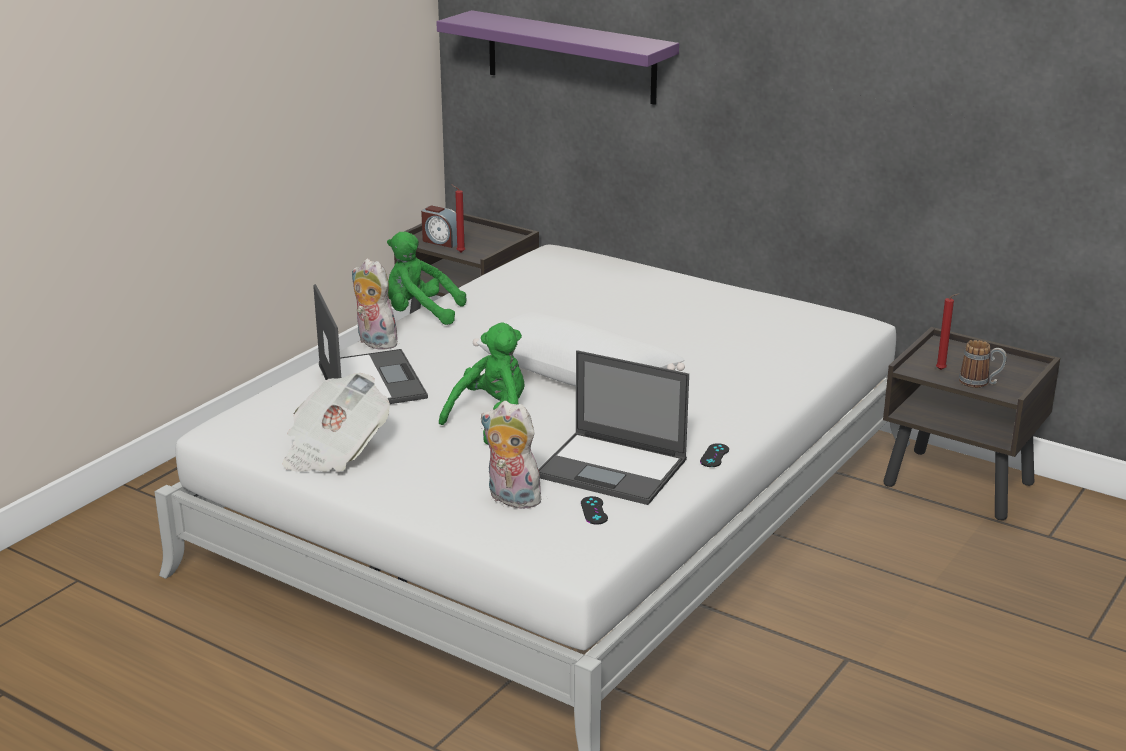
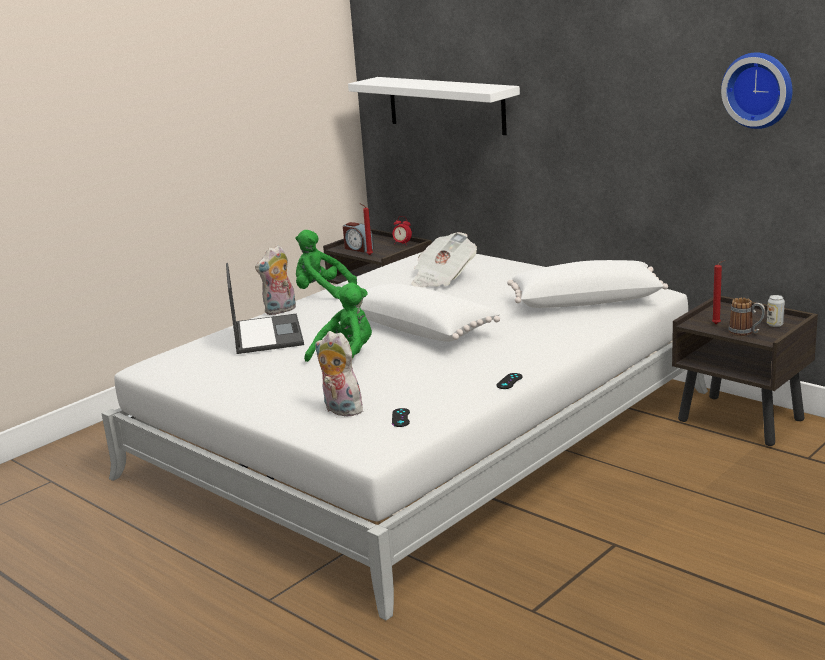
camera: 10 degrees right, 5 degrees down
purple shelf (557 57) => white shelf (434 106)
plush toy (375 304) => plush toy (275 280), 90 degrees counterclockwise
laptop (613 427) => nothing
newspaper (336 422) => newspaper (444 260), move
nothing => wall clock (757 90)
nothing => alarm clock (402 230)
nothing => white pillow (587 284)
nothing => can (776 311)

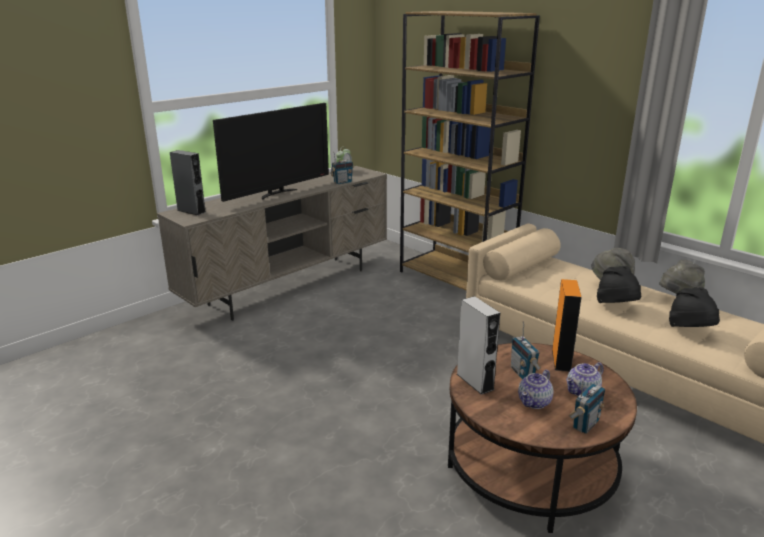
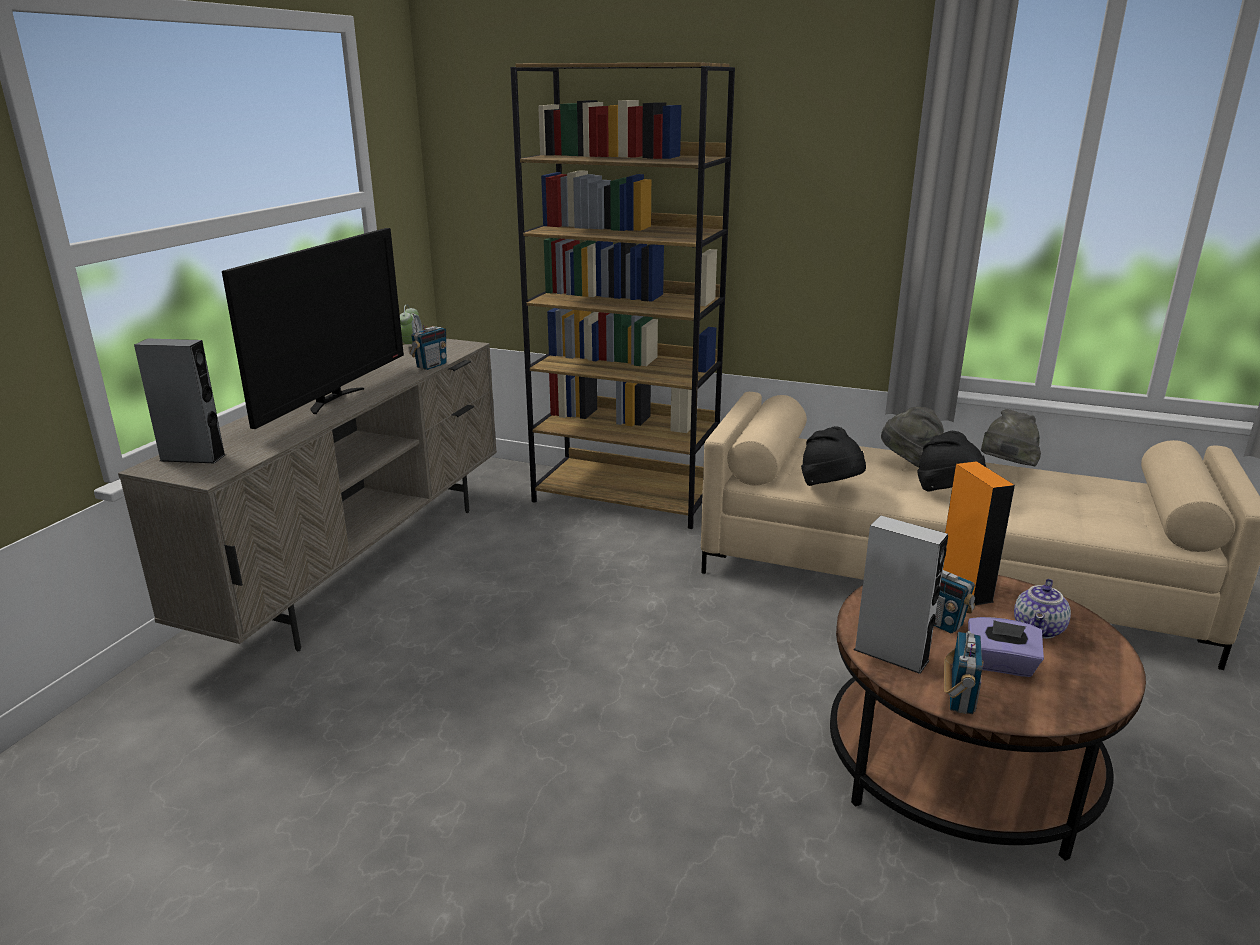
camera: 25 degrees left, 0 degrees up
black hat (694 307) => black hat (833 456), move
teapot (536 389) => purple tissue box (1006 647)
radio (587 407) => radio (964 672), move

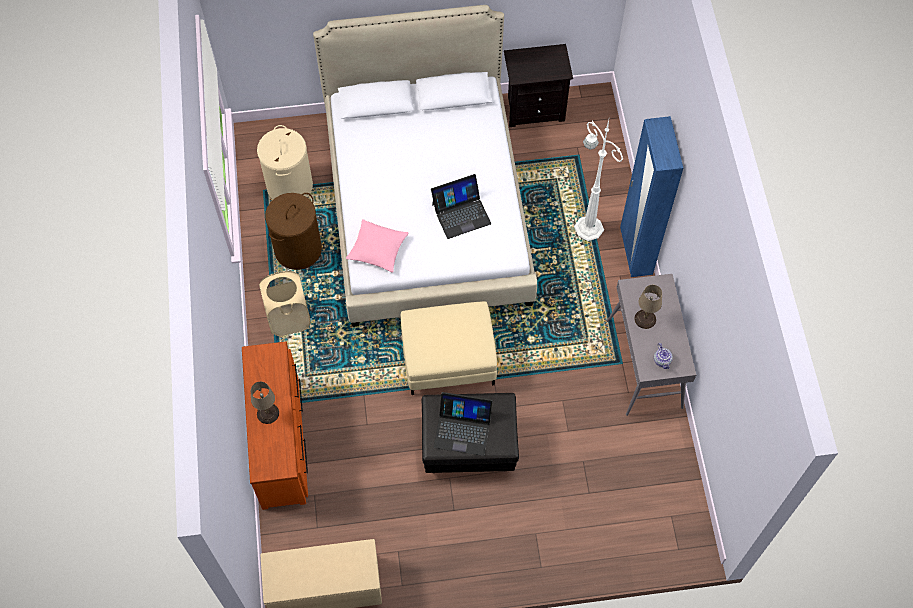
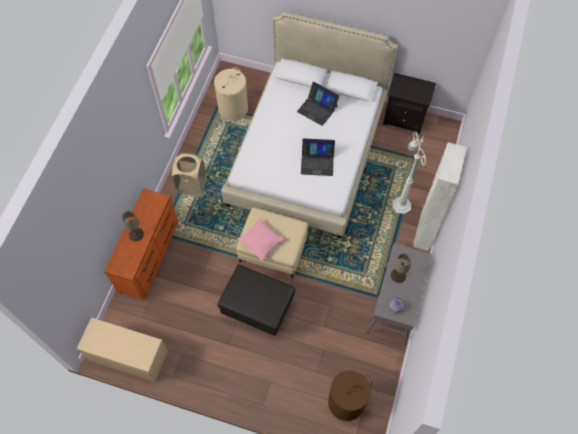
camera: 25 degrees right, 0 degrees up
blue wardrobe (651 196) => white wardrobe (440 197)
brown laundry basket (293 231) => brown laundry basket (350 395), move
pink pillow (377 246) => pink pillow (261 239), move
laptop (463 424) => laptop (318 104), move

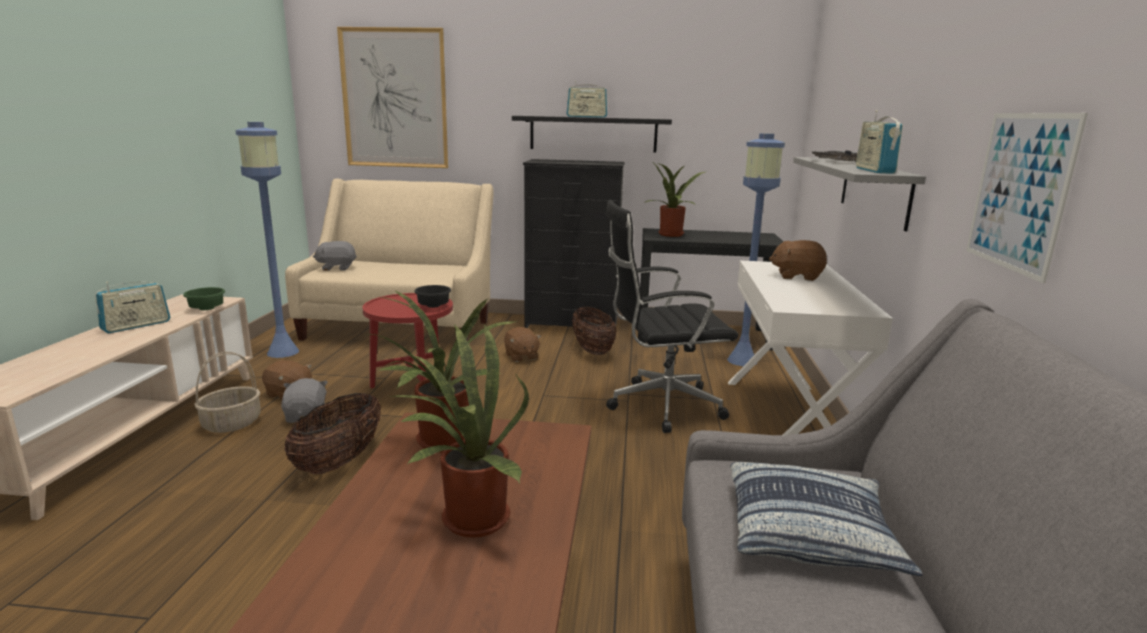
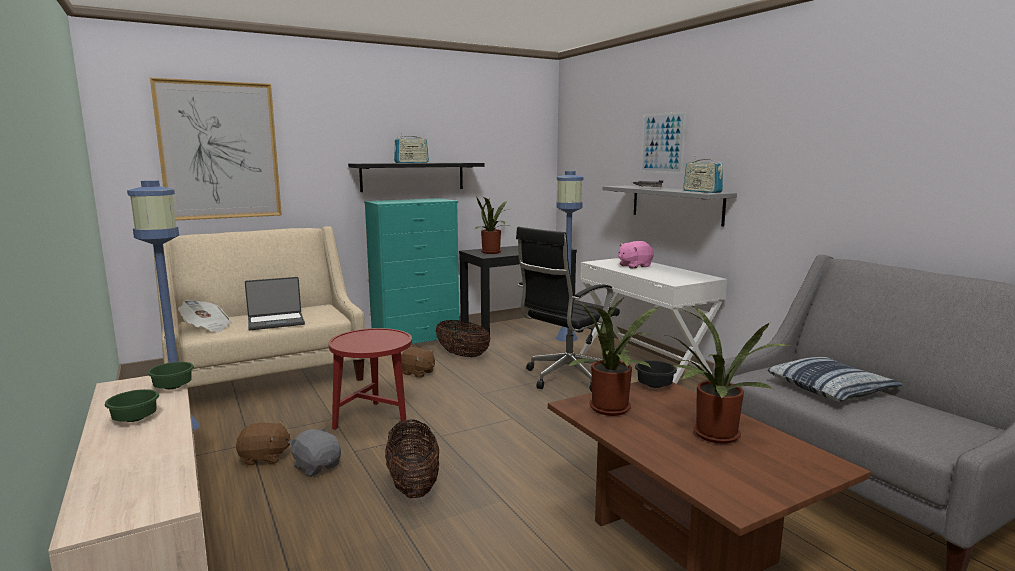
camera: 35 degrees left, 5 degrees down
picture (1027 198) => picture (663 142), move
black dresser (574 243) => turquoise dresser (412 271)
brown plush toy (798 260) => pink plush toy (636 255)
grey plush toy (335 256) => newspaper (205 316)
radio (132 307) => green bowl (132 405)
black bowl (432 296) => black bowl (656 374), move
basket (227 392) => nothing
nothing => laptop (275 303)

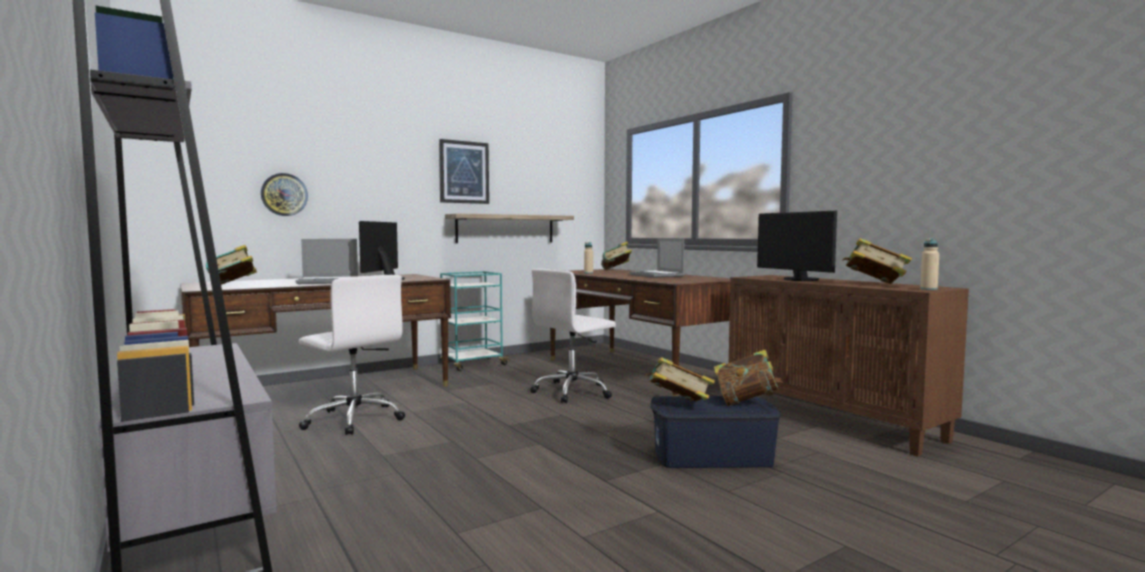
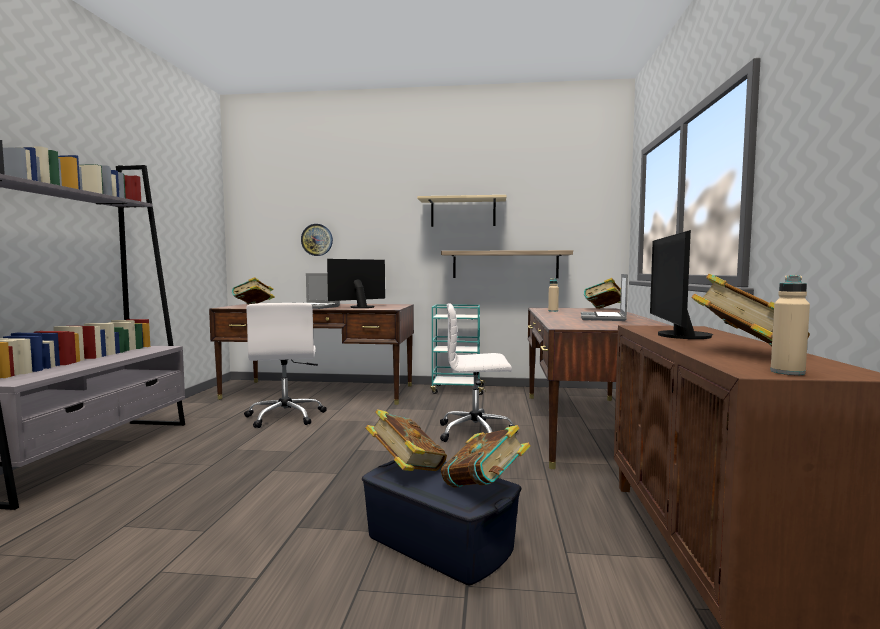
camera: 40 degrees right, 0 degrees up
picture (464 171) => beige shelf (461 211)

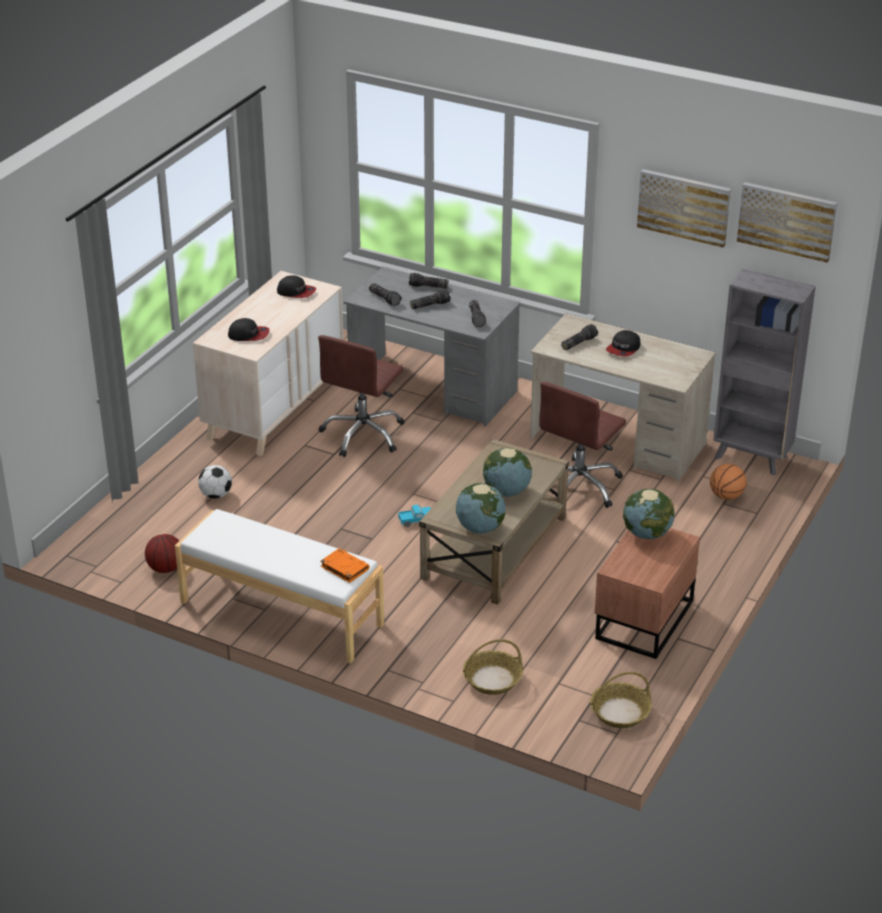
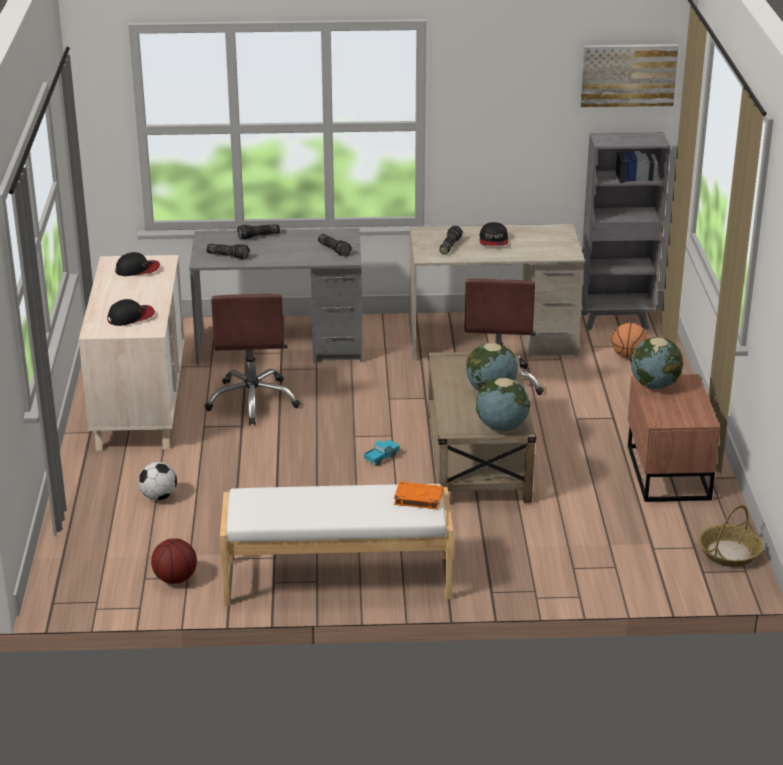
camera: 30 degrees left, 5 degrees down
picture (684 208) => nothing
flashlight (430 299) => nothing
basket (493 667) => nothing

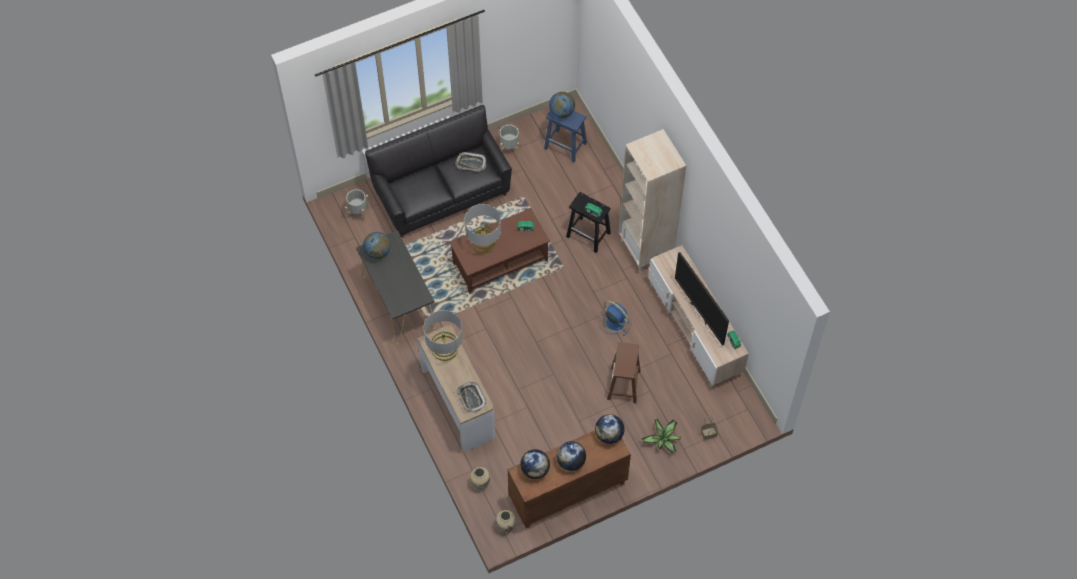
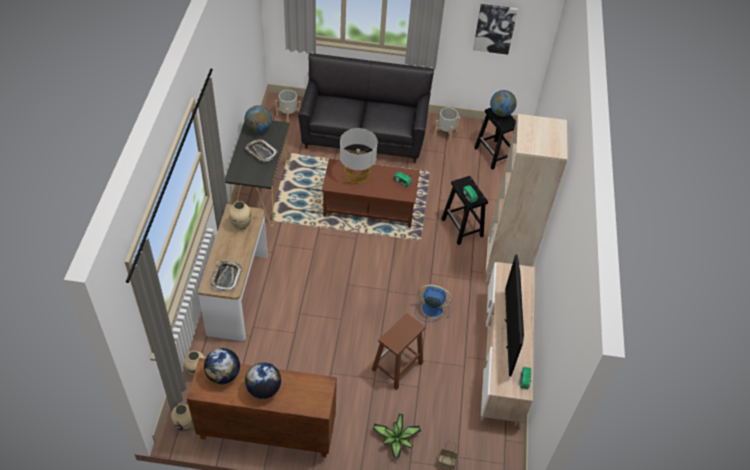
camera: 30 degrees right, 10 degrees down
blue stool (565 137) => black stool (495 139)
tray (471 162) => tray (261 150), move
blue fan (615 318) => blue fan (433 303), 60 degrees counterclockwise
grey table lamp (443 335) => beige vase (240 215)
globe (610 429) => nothing
nothing => picture (495 29)

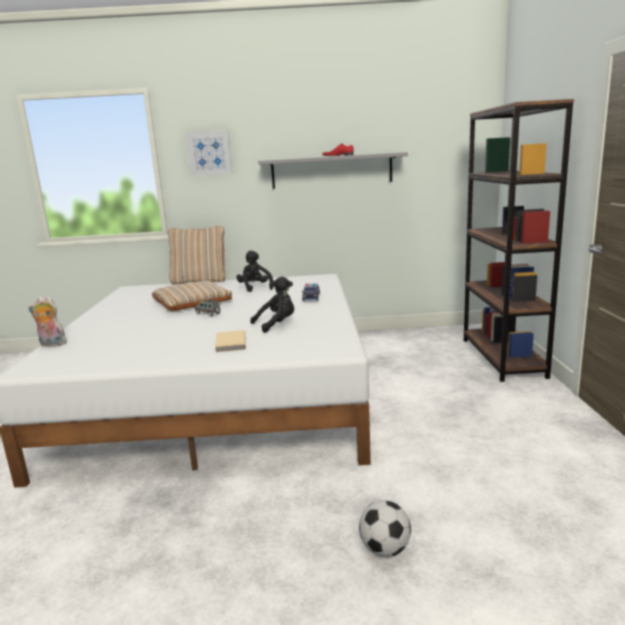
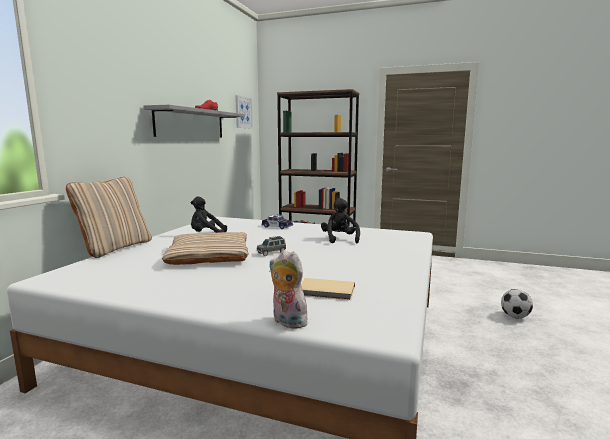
camera: 70 degrees left, 5 degrees down
picture (209 153) => picture (244 112), move
plush toy (47 321) => plush toy (288 289), 105 degrees clockwise
beige book (230 341) => beige book (328 289), move

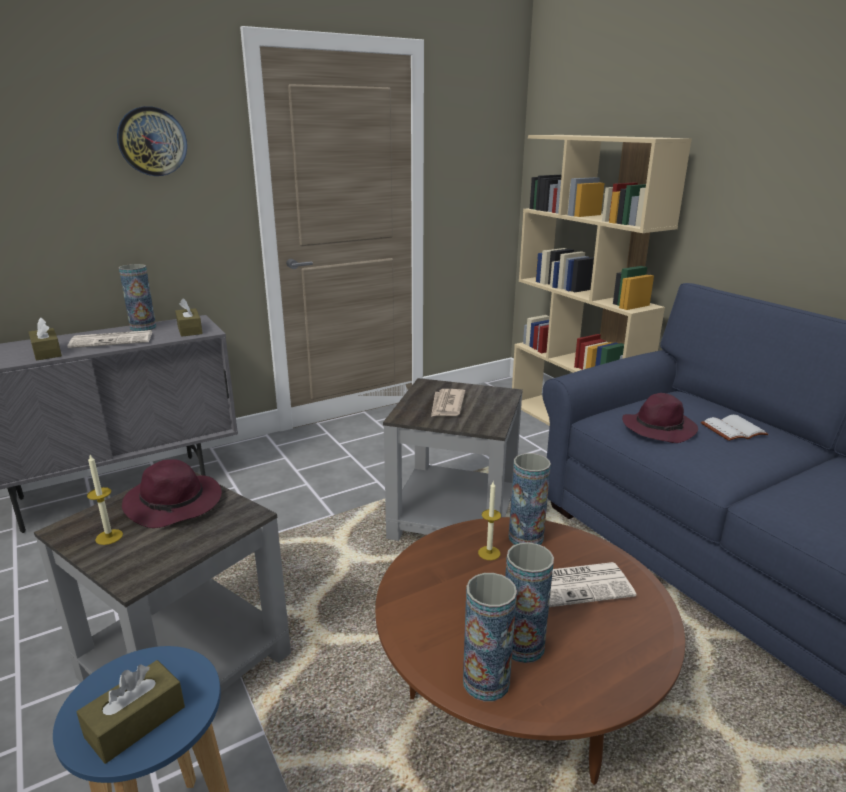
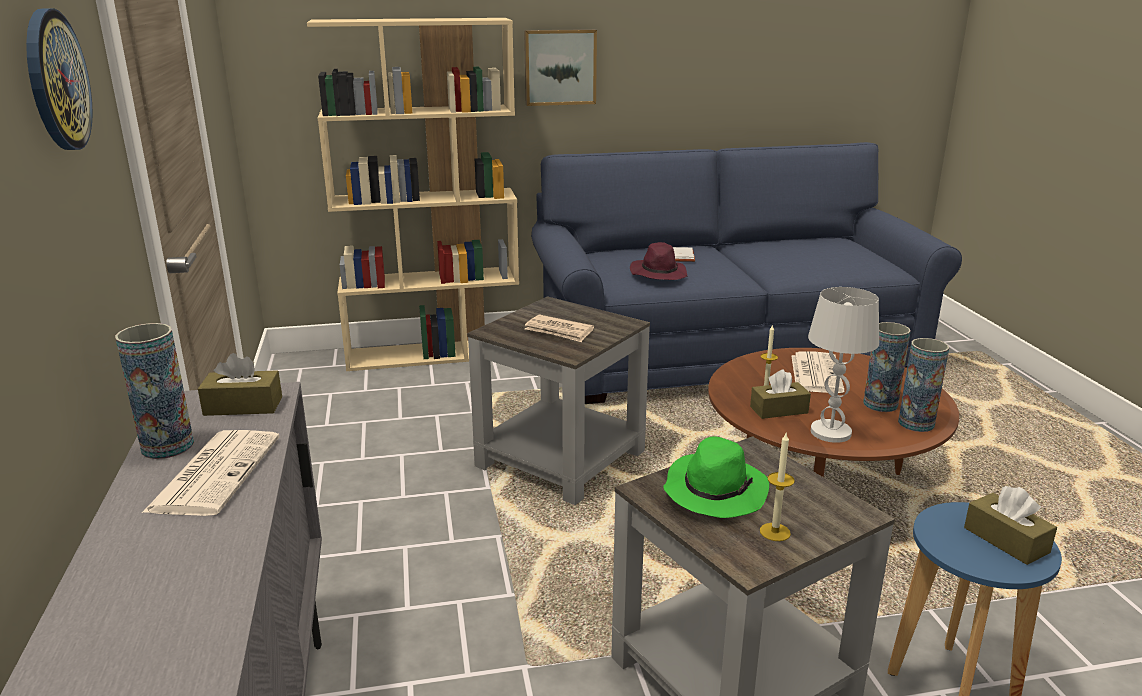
camera: 70 degrees left, 0 degrees up
brown tissue box (45 339) => brown tissue box (780 394), move
vase (530 499) => nothing
purple hat (172 493) => green hat (716 477)
nothing => picture (560 67)
nothing => white table lamp (843 365)

